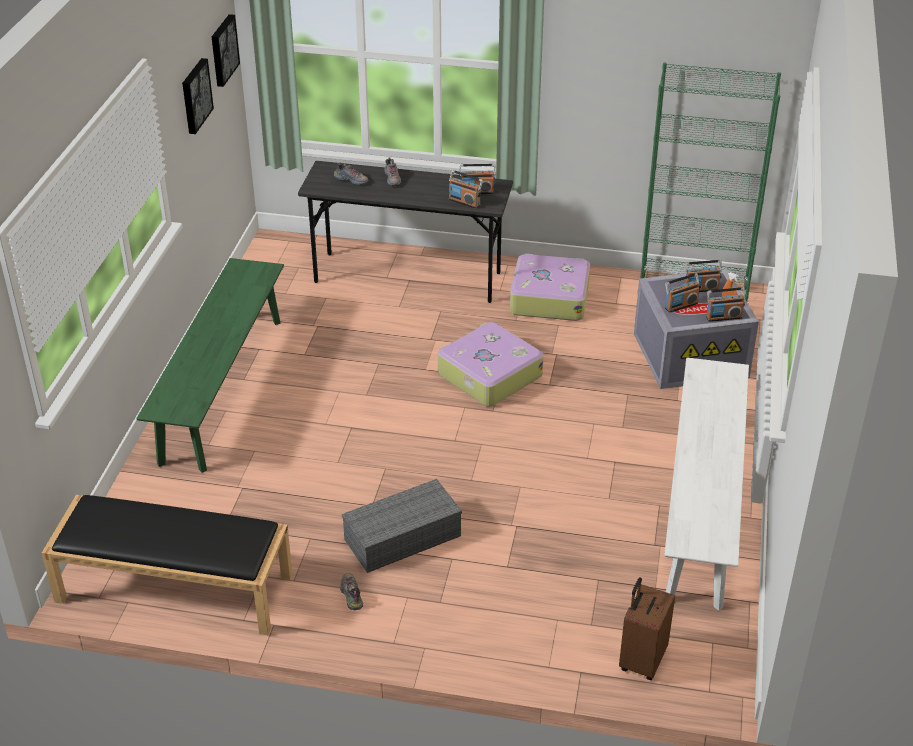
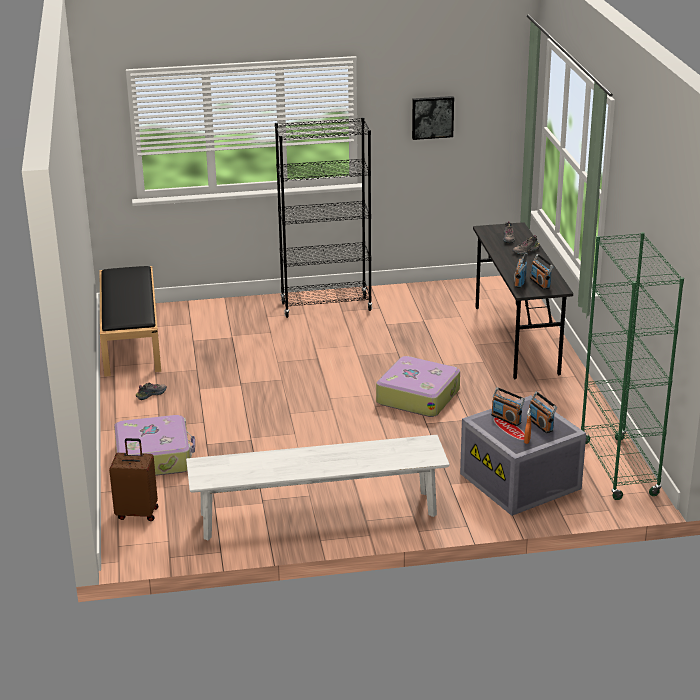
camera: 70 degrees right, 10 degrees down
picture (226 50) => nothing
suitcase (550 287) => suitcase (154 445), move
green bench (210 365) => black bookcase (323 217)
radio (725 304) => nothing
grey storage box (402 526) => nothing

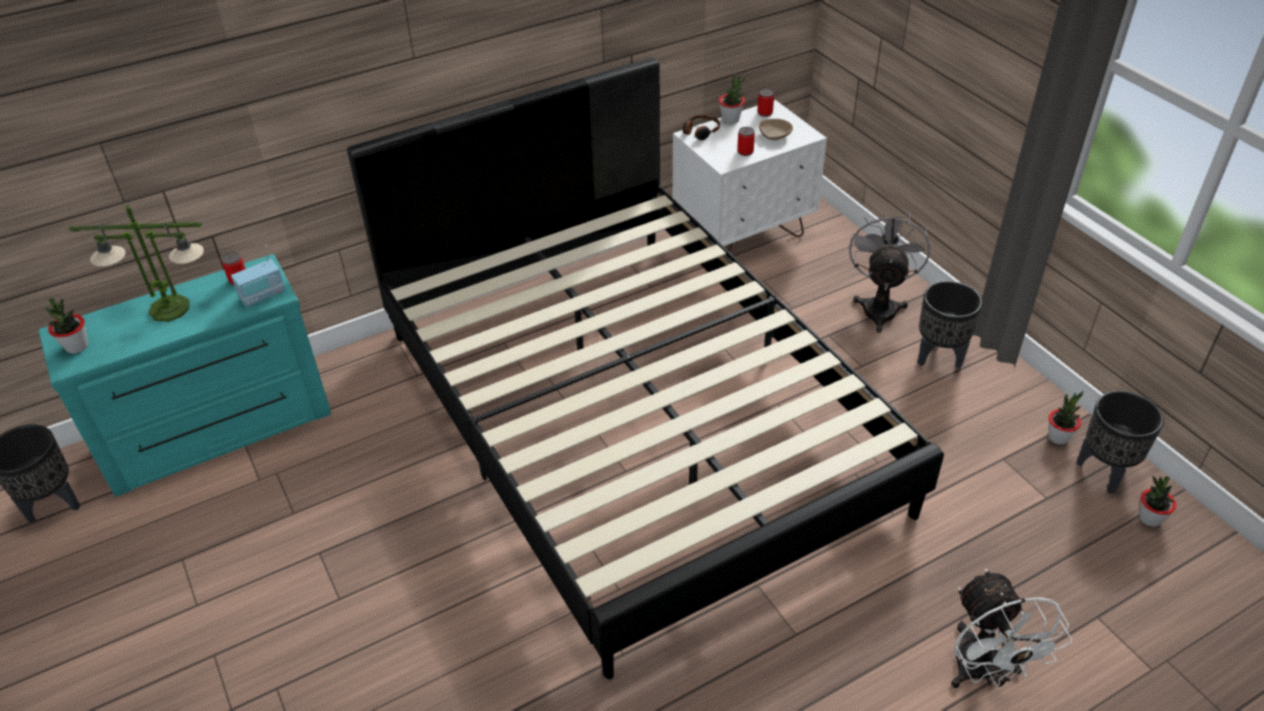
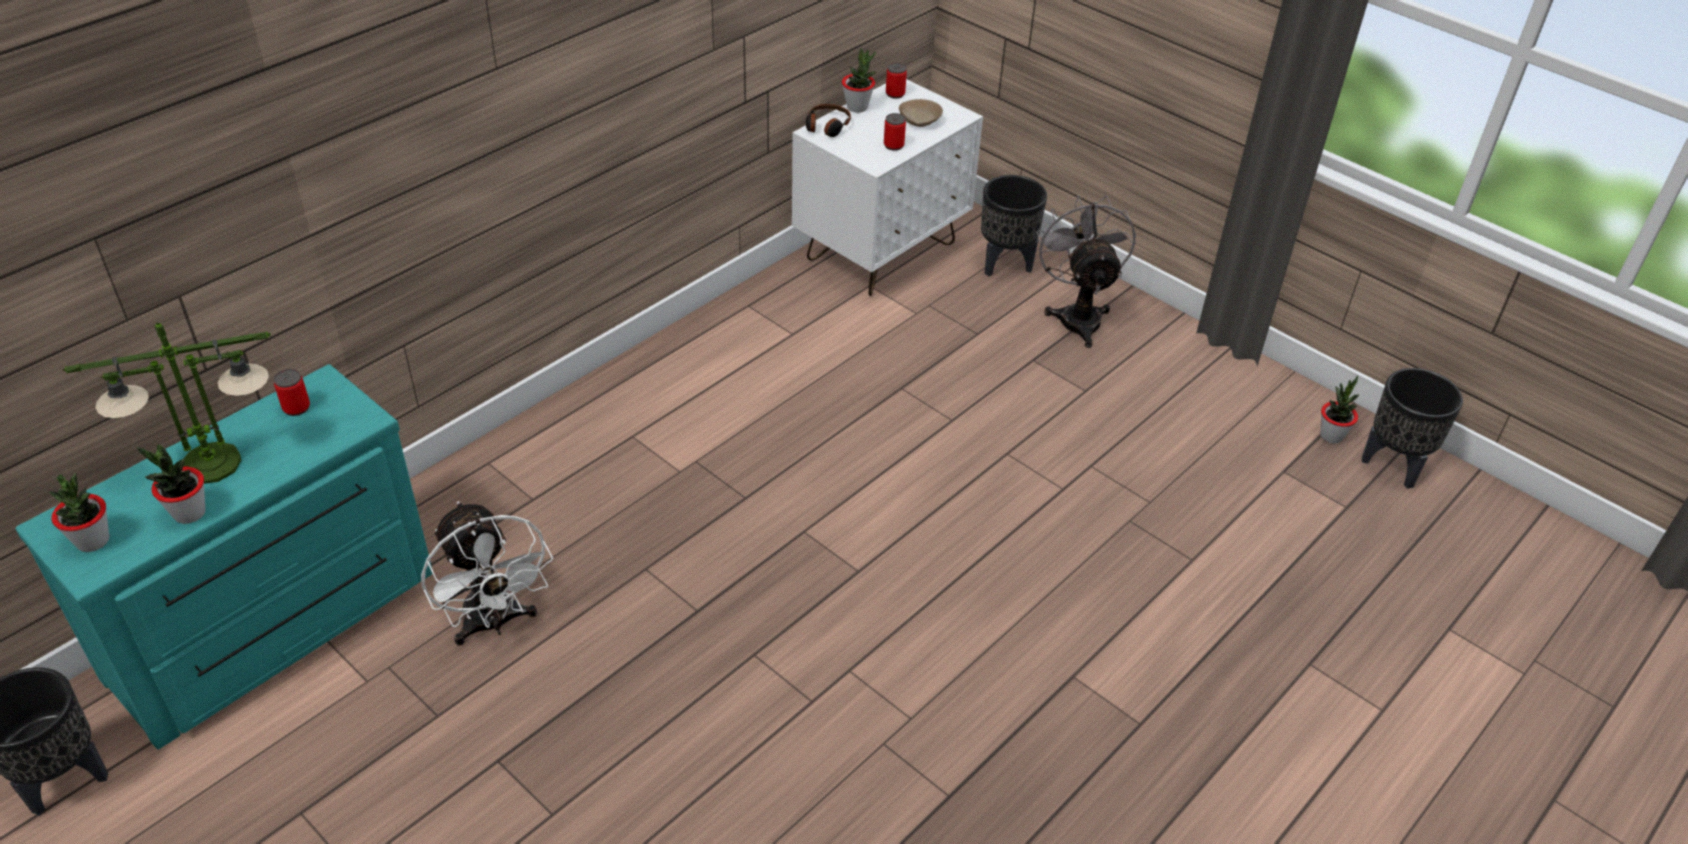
camera: 20 degrees left, 0 degrees up
black bed (645 368) => nothing
radio (258 276) => nothing
black planter (949 324) => black planter (1014 225), move
potted plant (1157 501) => potted plant (171 484), move
white fan (1011 628) => white fan (487 573), move

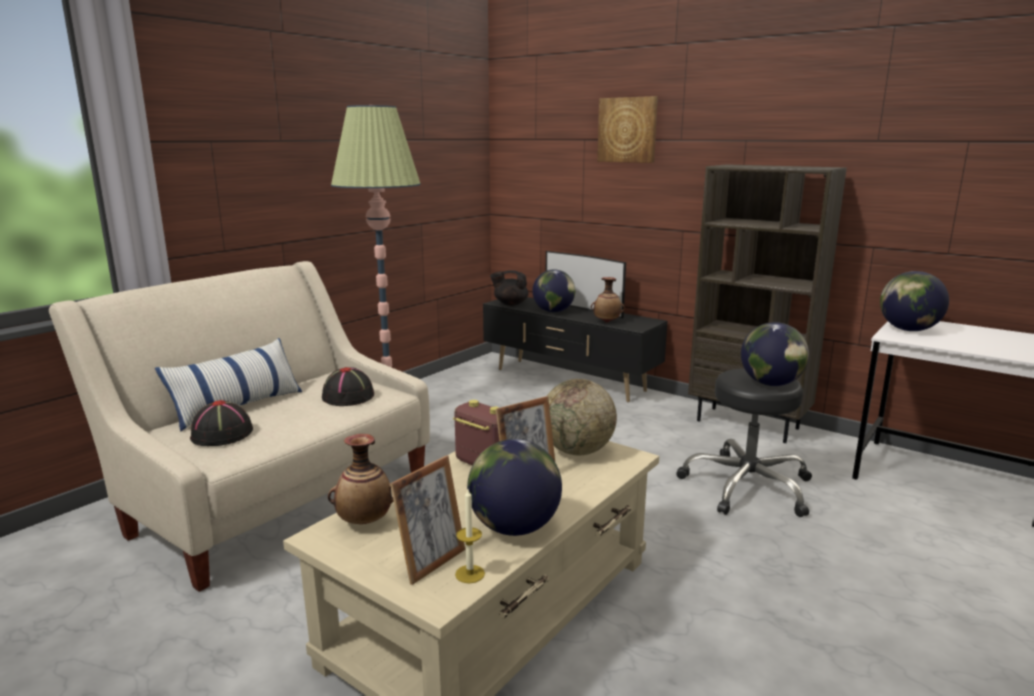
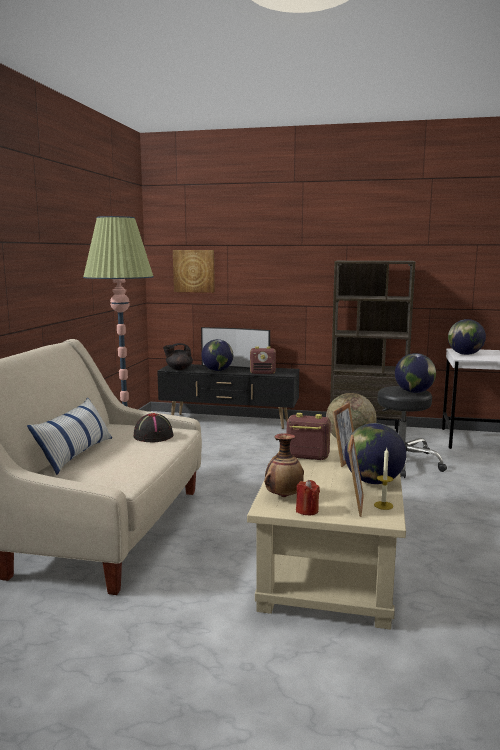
camera: 25 degrees left, 5 degrees down
picture (627 129) => picture (194 271), move
vase (608 300) => radio (263 360)
black hat (221 423) => nothing
nothing => red candle (308 497)

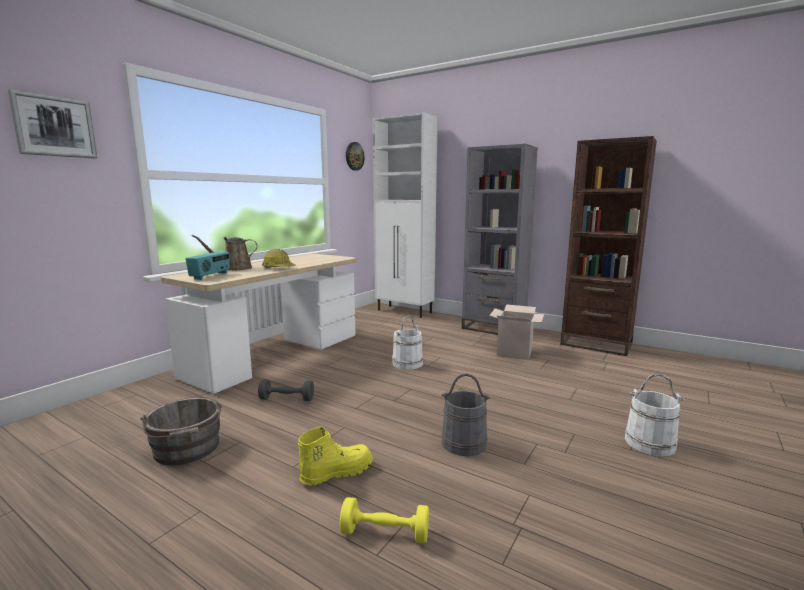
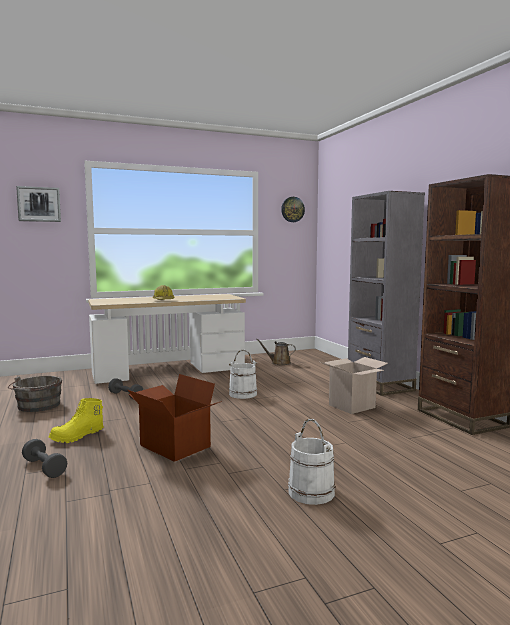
camera: 35 degrees right, 5 degrees down
white cabinet (405 215) => nothing
brown watering can (224 252) => brown watering can (276 352), move
radio (207 266) => nothing
grey bucket (465 414) => cardboard box (175 418)
yellow boot (335 455) => yellow boot (76 420), 135 degrees clockwise
yellow dumbbell (384 520) => grey dumbbell (44 458)

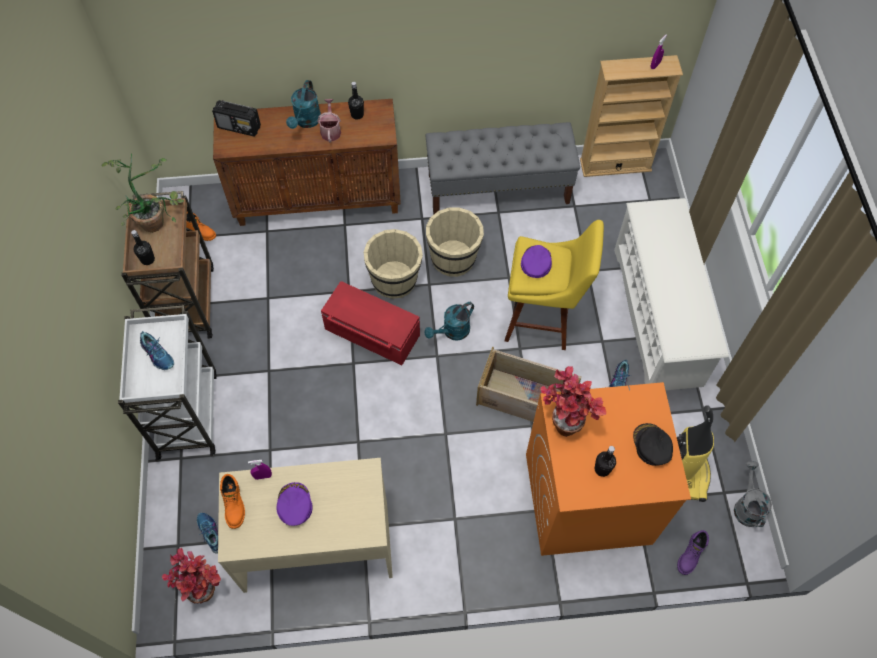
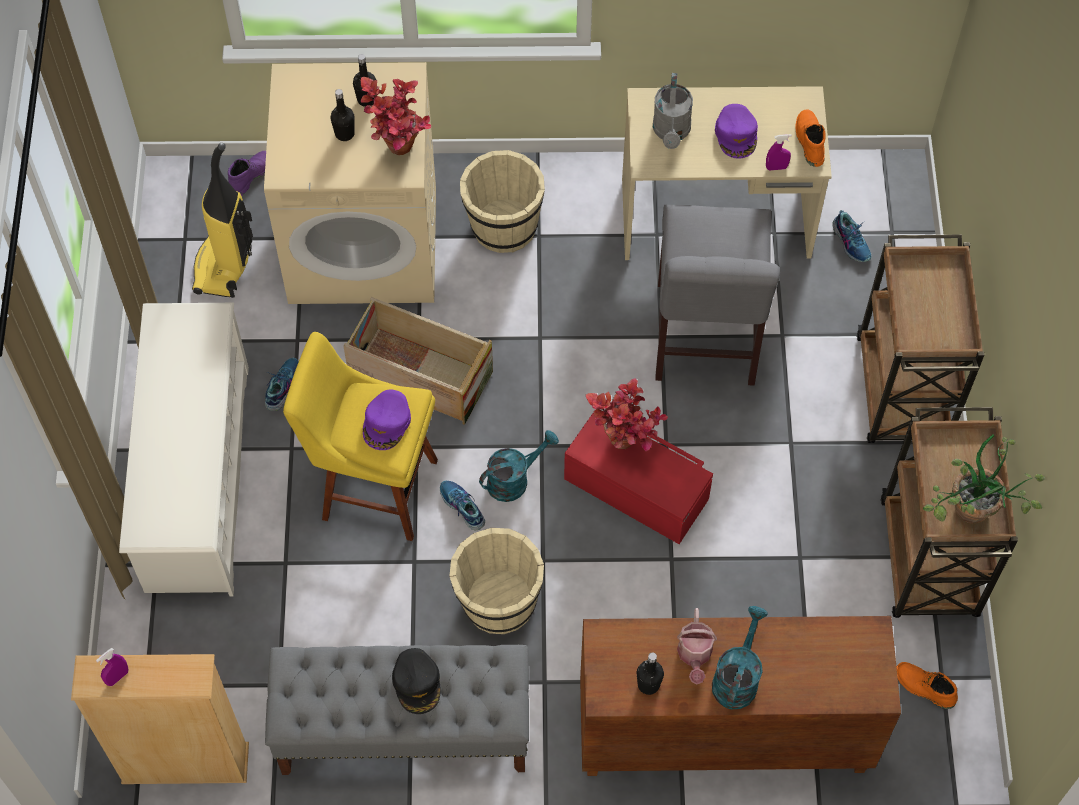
camera: 175 degrees left, 0 degrees up
radio (236 118) => nothing
beige bucket (393 264) => beige bucket (502 201), move
black bottle (143 247) => black bottle (342 115), move
white cart (167 383) => brown cart (920 339)
shoe (157 350) => shoe (462 505), move
orange washing machine (608 469) => beige washing machine (350 183)
black cap (653 444) => black cap (416 681), move
grey watering can (753 494) => grey watering can (673 111), move
potted plant (191 576) => potted plant (627 414), move
nothing => grey chair (717 295)

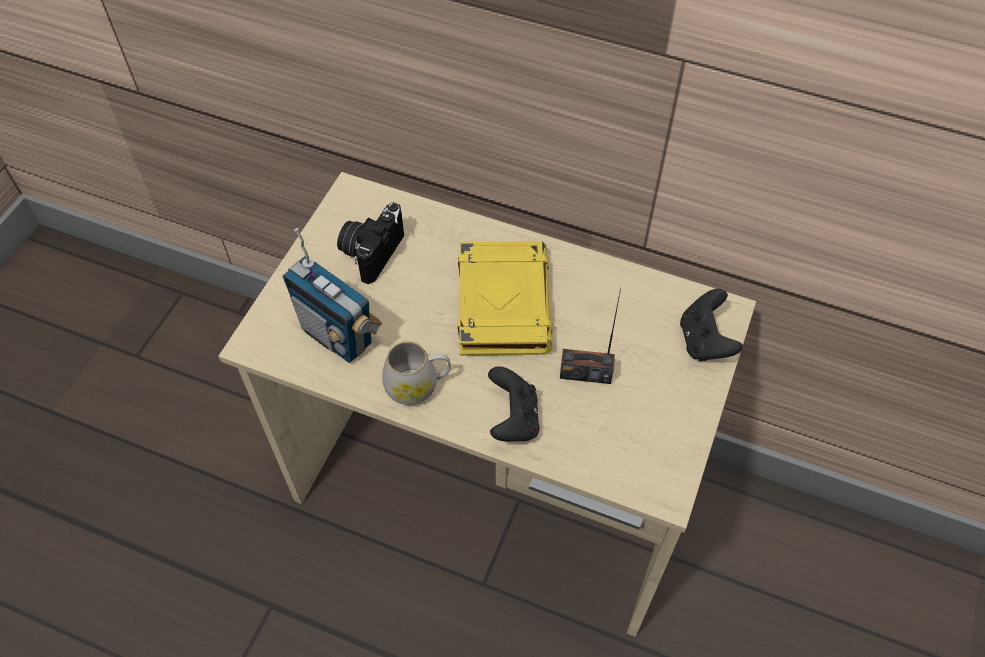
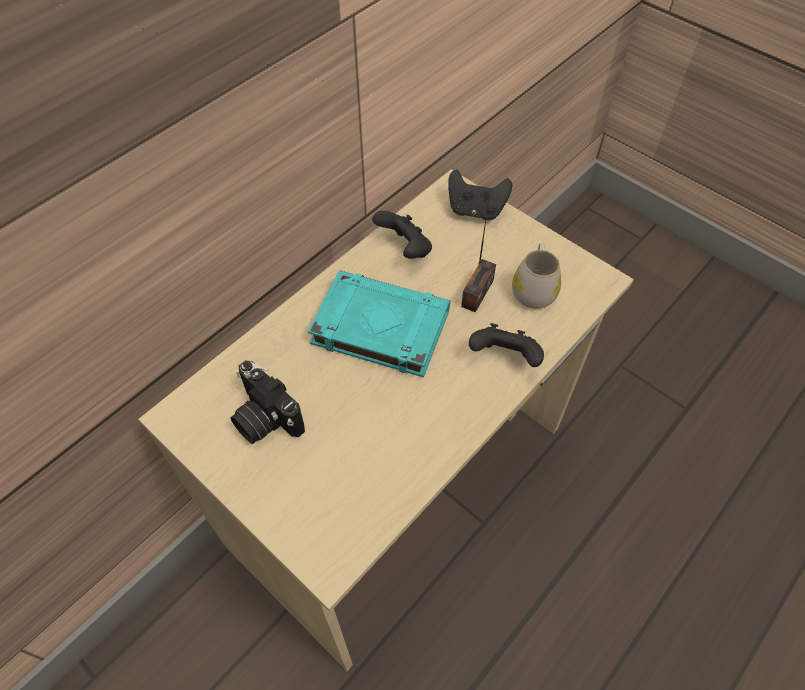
camera: 70 degrees left, 0 degrees up
radio (332 295) => nothing
yellow book (505 298) => turquoise book (379 323)
white mug (416 373) => white mug (536 276), move
nothing => black game controller (402 235)

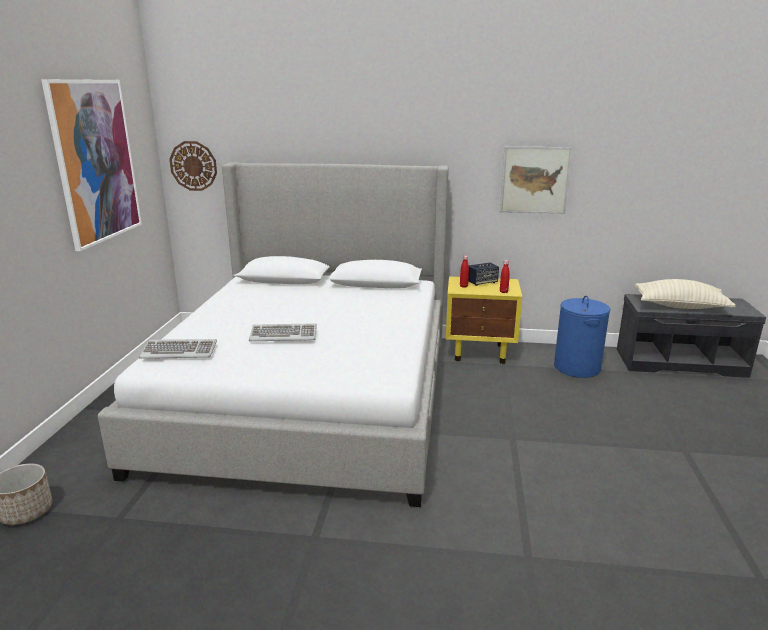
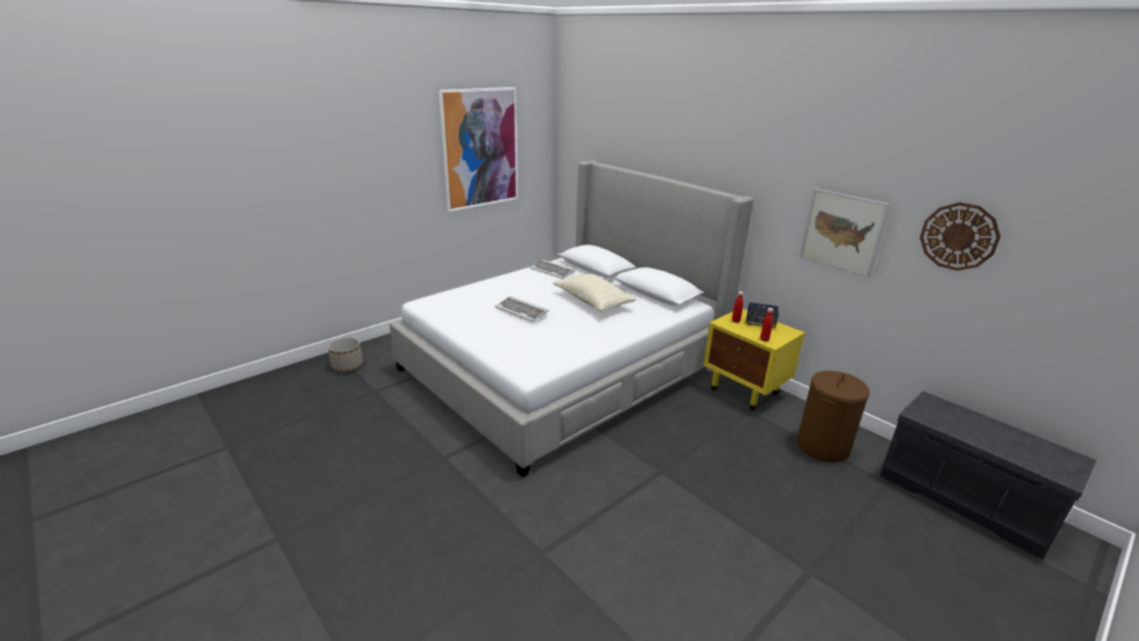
camera: 40 degrees right, 5 degrees up
wall clock (193 166) => wall clock (960 236), move
beige pillow (685 294) => beige pillow (594 293), move
blue laundry basket (582 336) => brown laundry basket (833 417)
keyboard (178 349) => keyboard (552 269), move

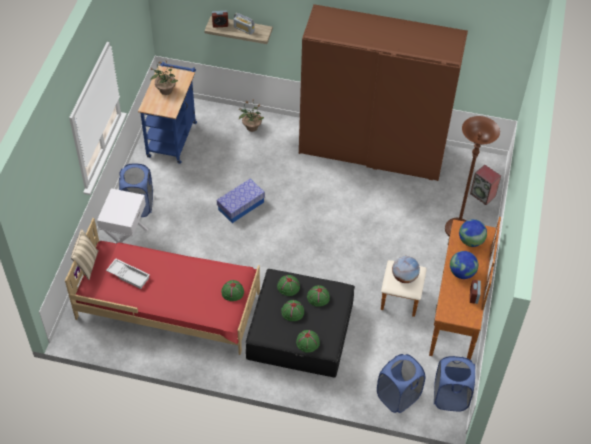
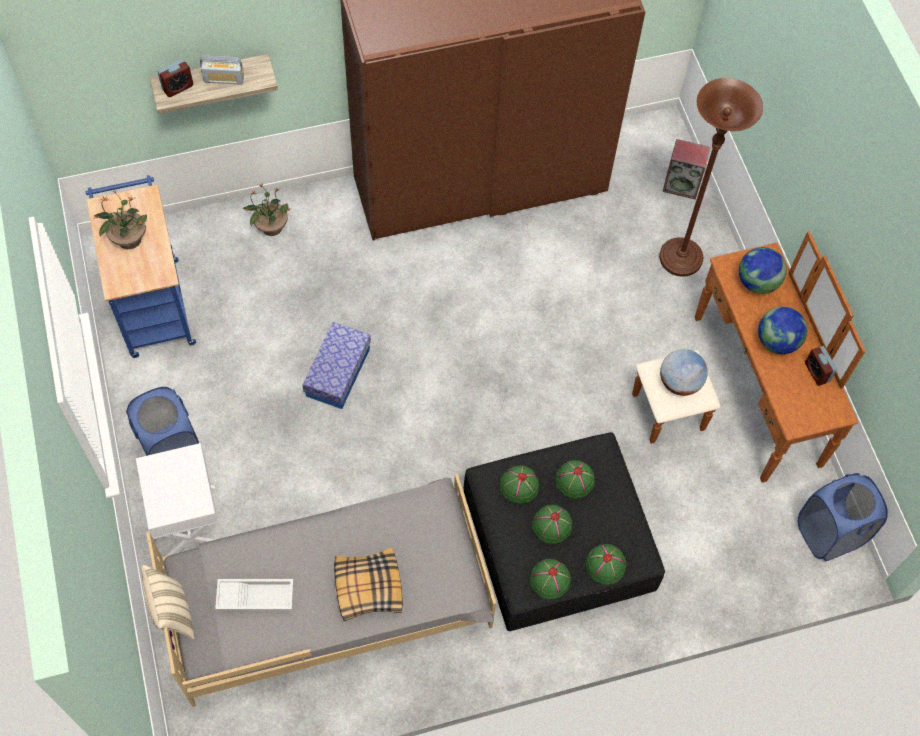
camera: 30 degrees left, 10 degrees up
red bed (162 286) => grey bed (321 590)
green hat (232 290) => green hat (550 579), move
blue laundry basket (401 383) => nothing
nothing => pillow (368 584)

